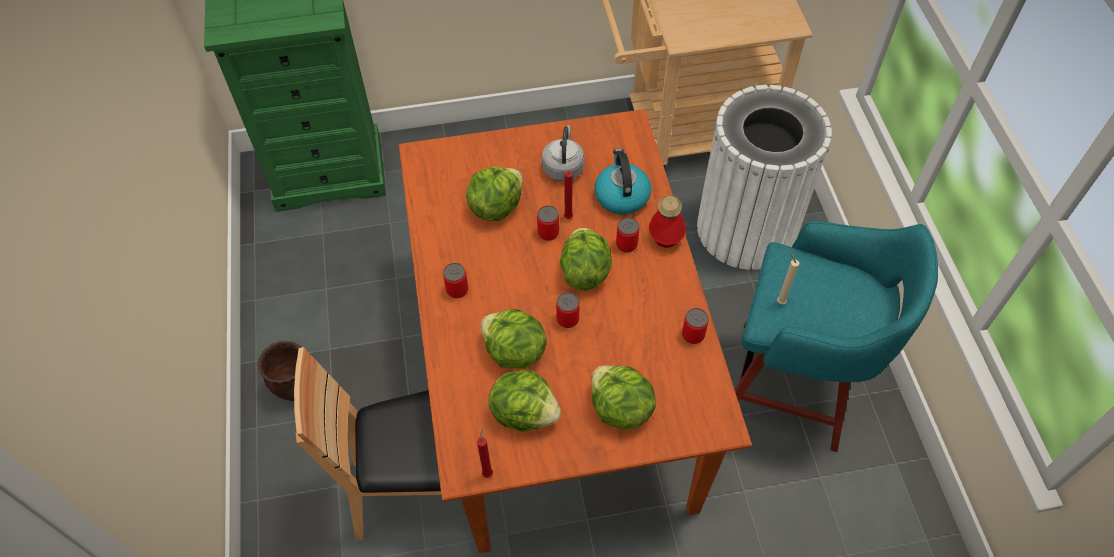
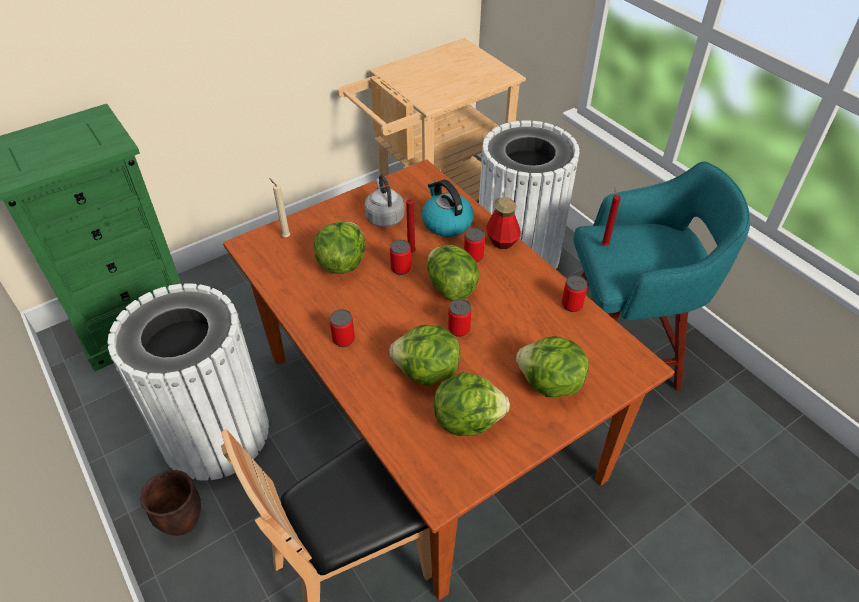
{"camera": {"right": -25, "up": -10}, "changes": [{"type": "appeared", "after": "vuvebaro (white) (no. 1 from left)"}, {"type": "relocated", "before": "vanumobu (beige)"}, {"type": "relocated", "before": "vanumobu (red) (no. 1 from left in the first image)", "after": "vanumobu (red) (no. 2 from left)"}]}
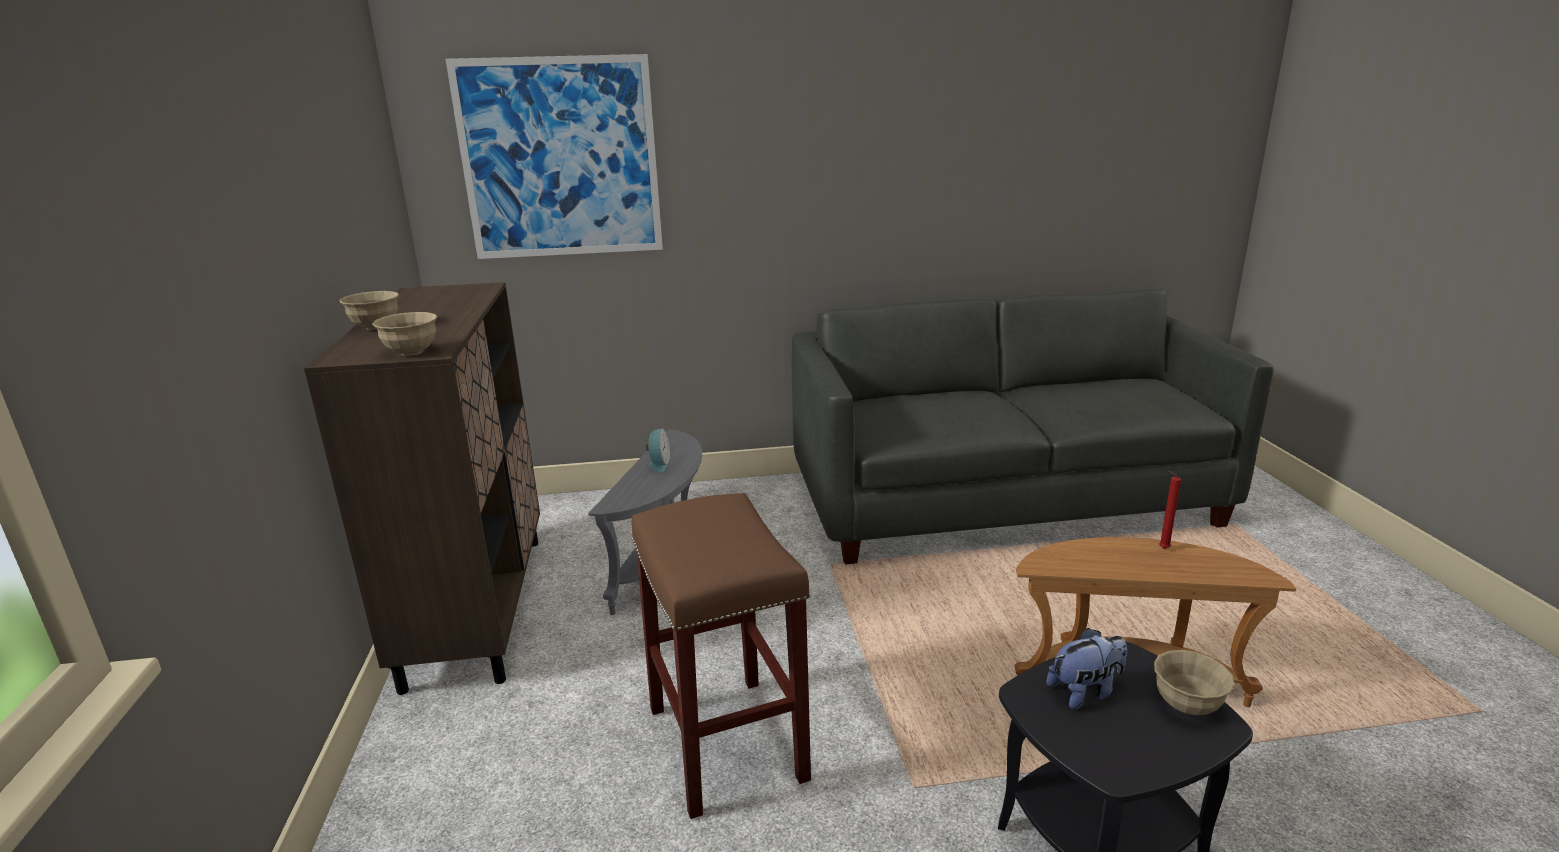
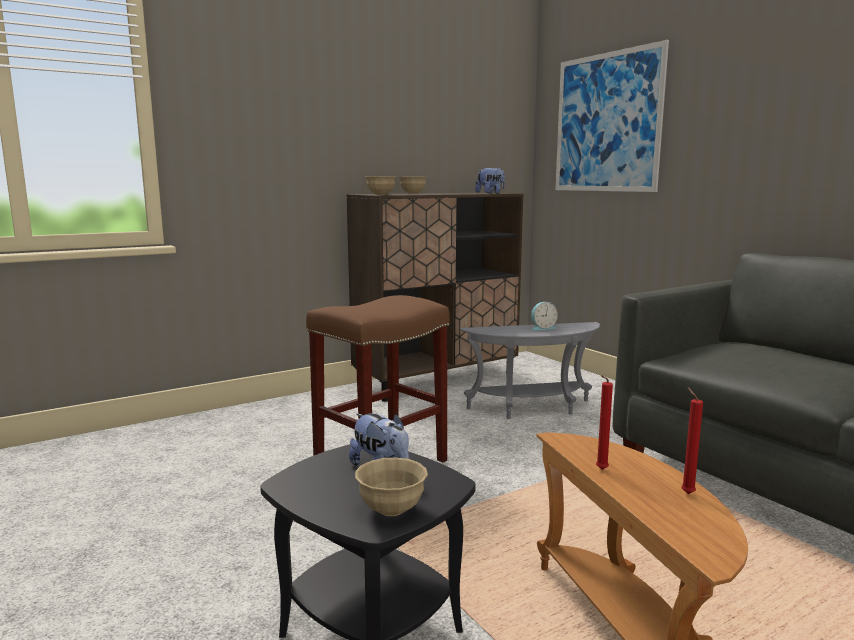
{"camera": {"right": 65, "up": -10}, "changes": [{"type": "appeared", "after": "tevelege (no. 2 from left)"}, {"type": "appeared", "after": "vanumobu (red) (no. 1 from left)"}]}
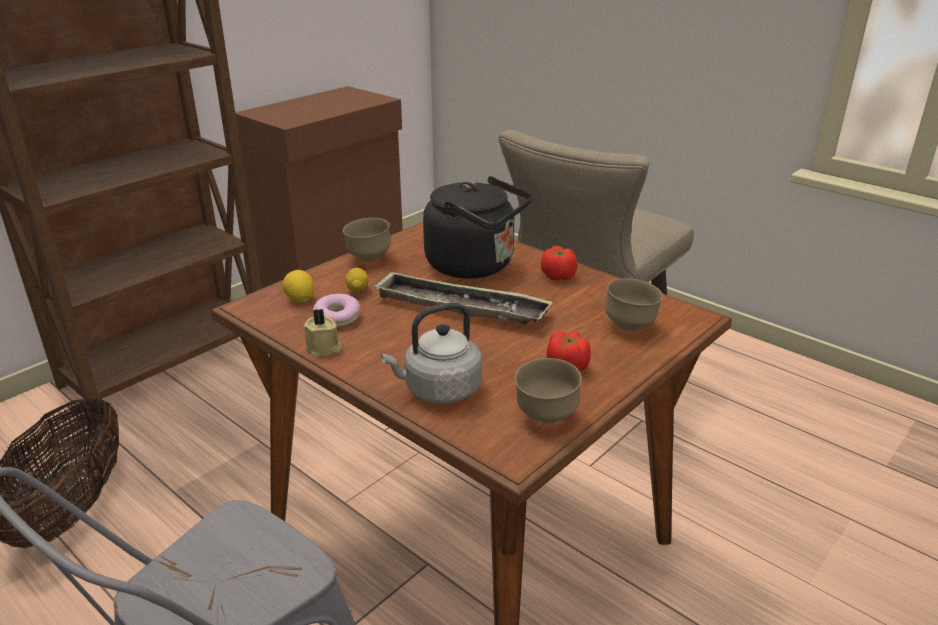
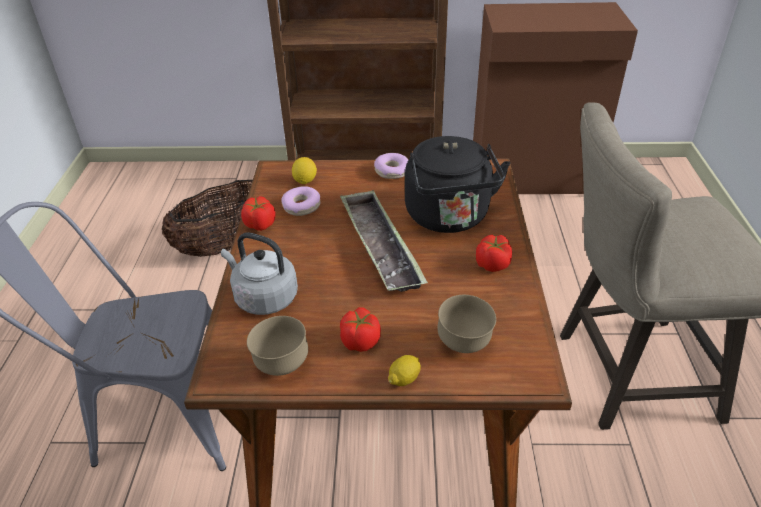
{"camera": {"right": 50, "up": 10}, "changes": [{"type": "exchanged", "before": "vanumobu (beige)", "after": "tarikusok (no. 1 from left)"}, {"type": "exchanged", "before": "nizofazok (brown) (no. 1 from left)", "after": "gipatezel (no. 2 from left)"}, {"type": "relocated", "before": "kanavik (no. 2 from left)"}]}
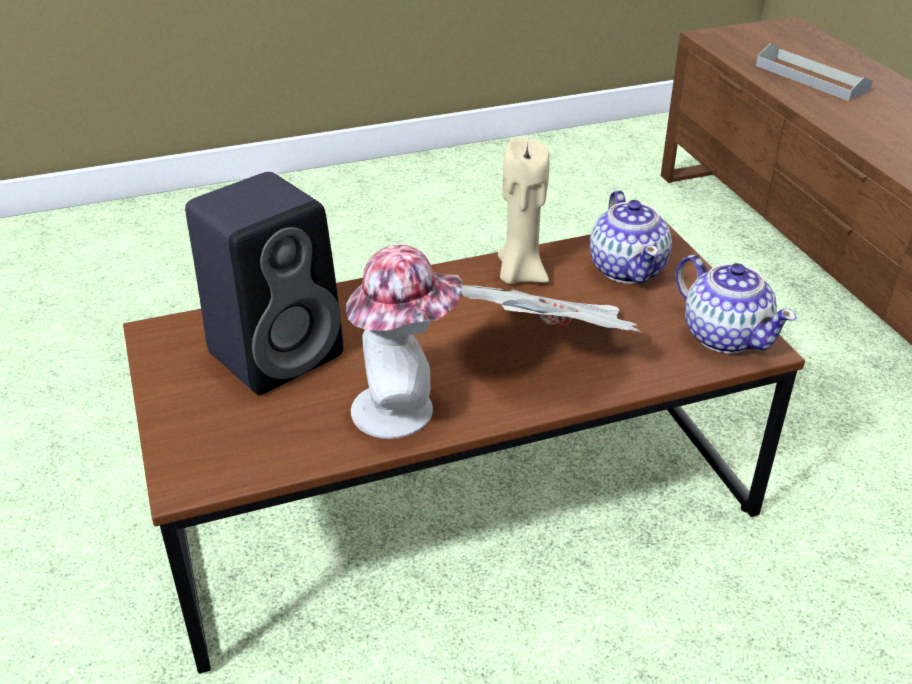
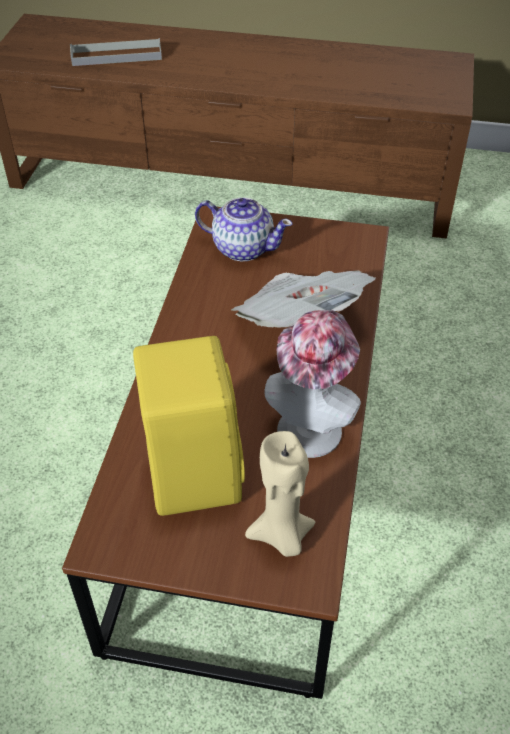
{"camera": {"right": -60, "up": 10}, "changes": [{"type": "colour", "before": "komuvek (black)", "after": "komuvek (yellow)"}, {"type": "relocated", "before": "vanumobu (beige)"}, {"type": "missing", "before": "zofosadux (no. 2 from left)"}]}
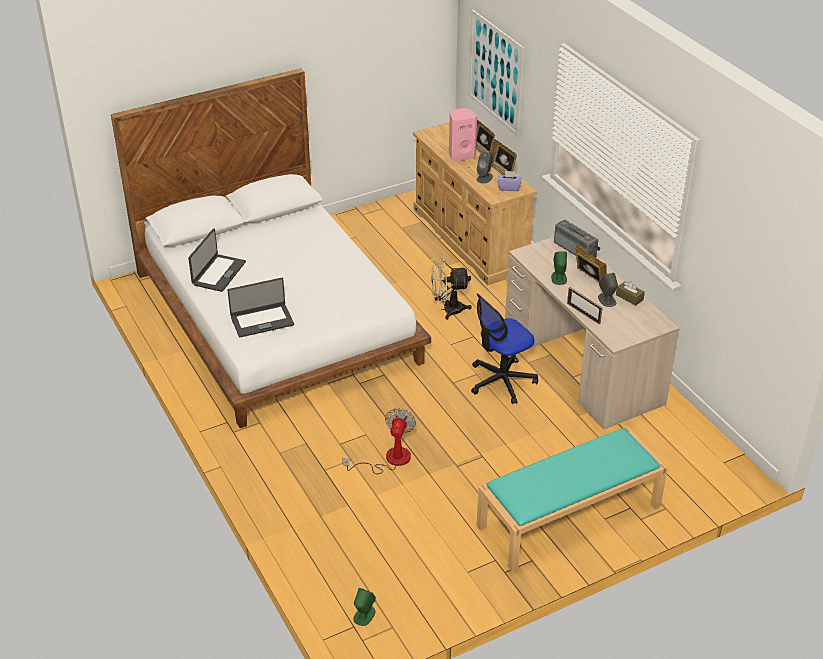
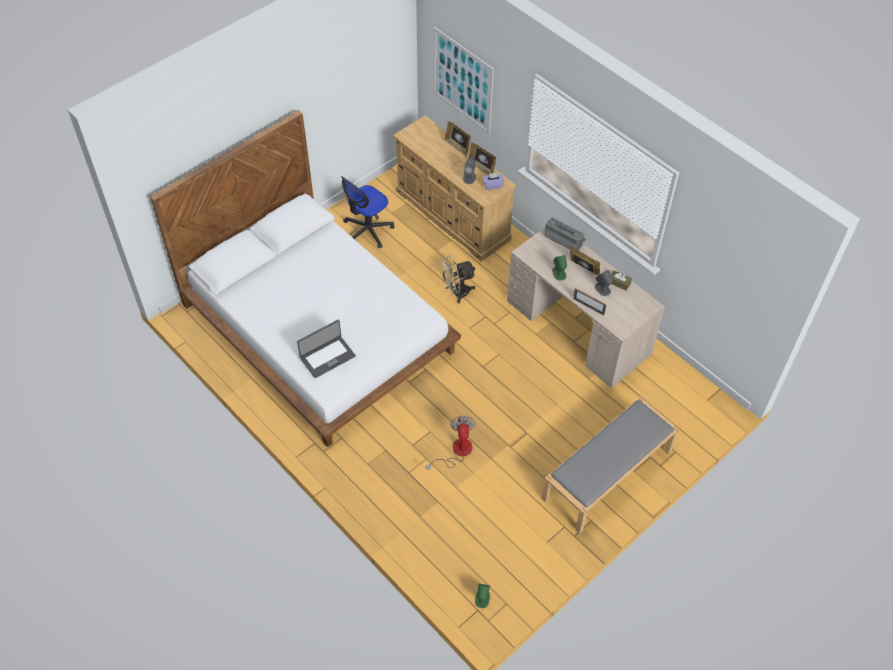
{"camera": {"right": -15, "up": 15}, "changes": [{"type": "relocated", "before": "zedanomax"}, {"type": "colour", "before": "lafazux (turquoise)", "after": "lafazux (grey)"}, {"type": "missing", "before": "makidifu (no. 1 from left)"}, {"type": "missing", "before": "komuvek (pink)"}]}
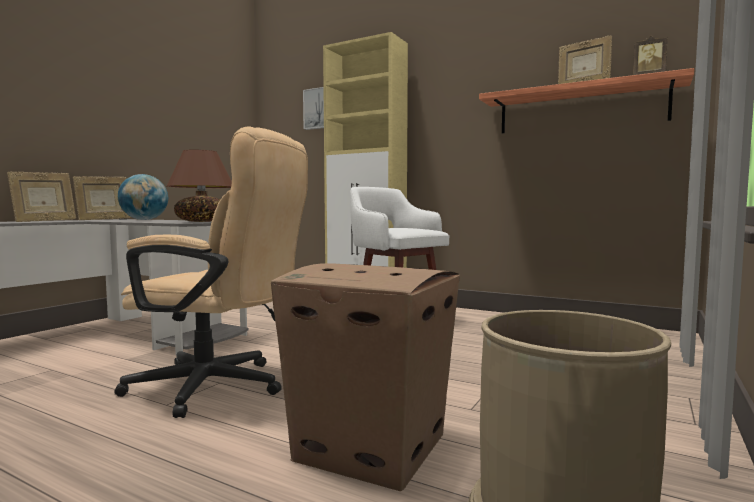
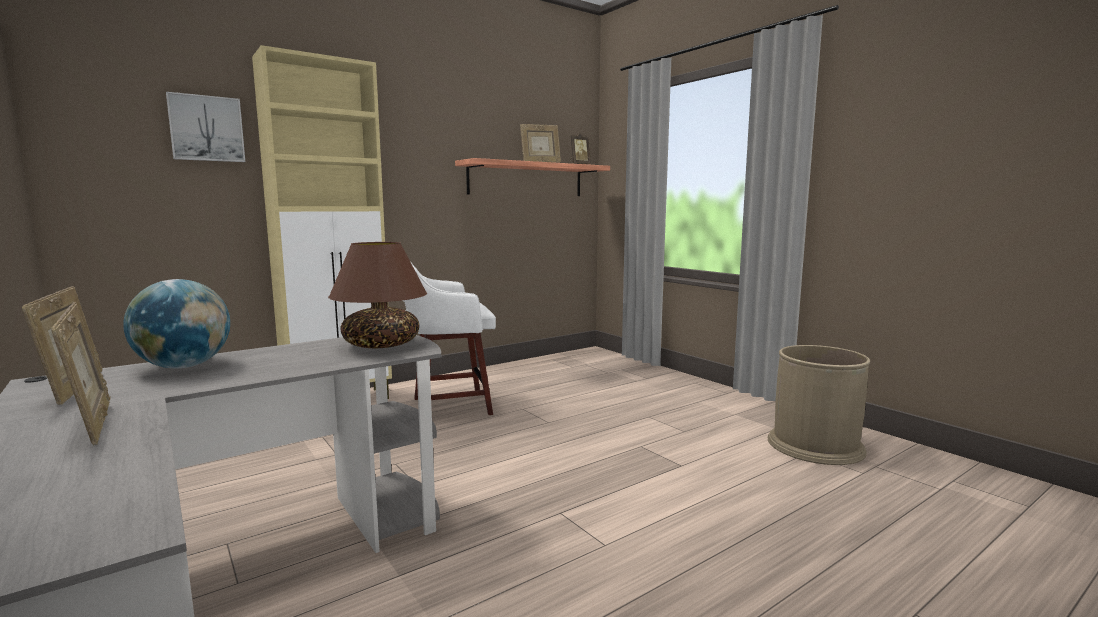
{"camera": {"right": -65, "up": 5}, "changes": [{"type": "missing", "before": "zedanomax (beige)"}, {"type": "missing", "before": "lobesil"}]}
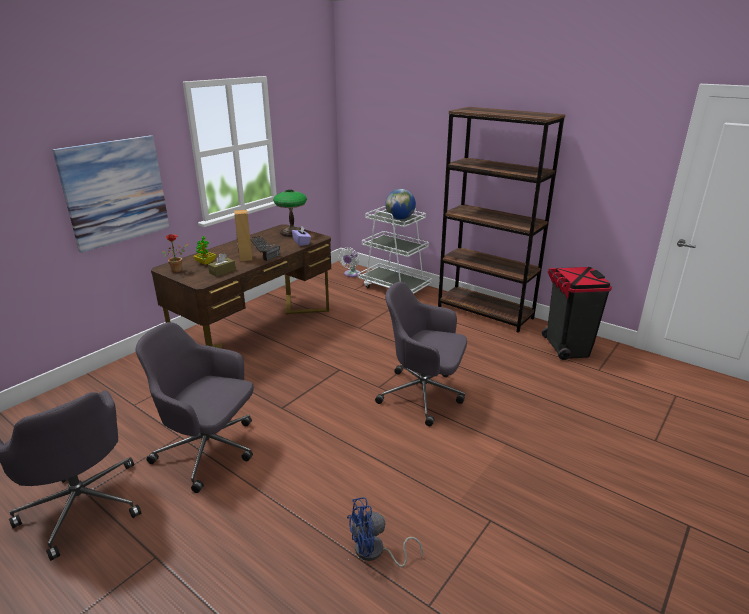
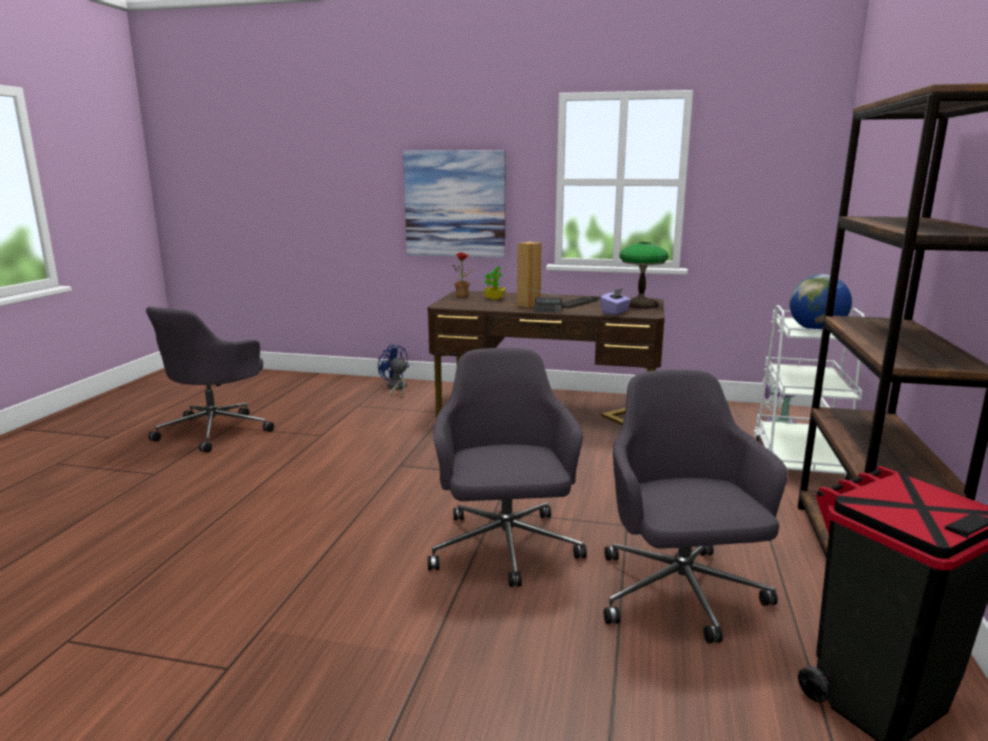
{"camera": {"right": 65, "up": -10}, "changes": [{"type": "relocated", "before": "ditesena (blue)"}, {"type": "relocated", "before": "zedanomax (grey) (no. 2 from left in the first image)", "after": "zedanomax (grey) (no. 3 from left)"}, {"type": "missing", "before": "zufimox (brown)"}]}
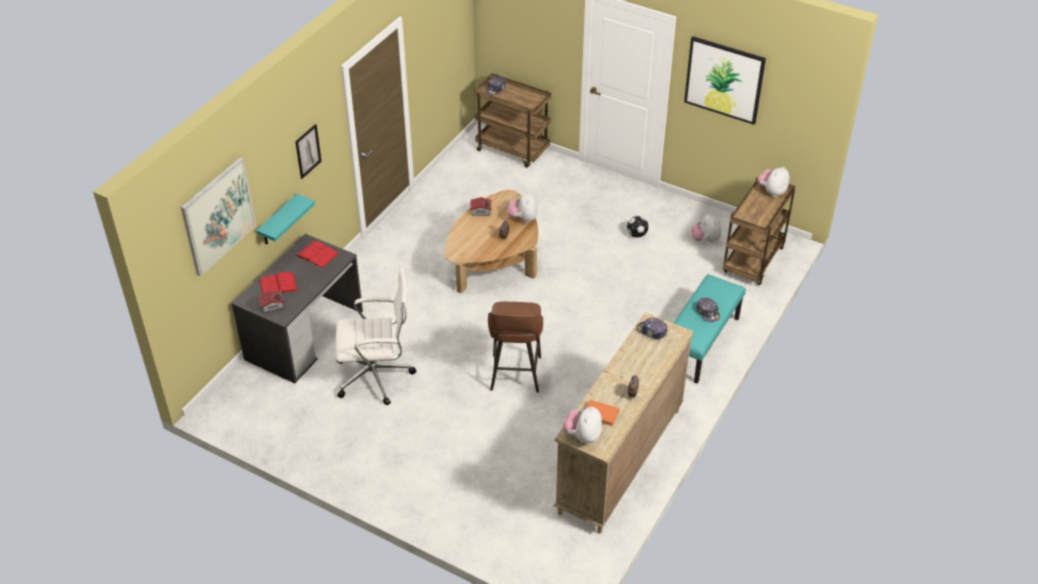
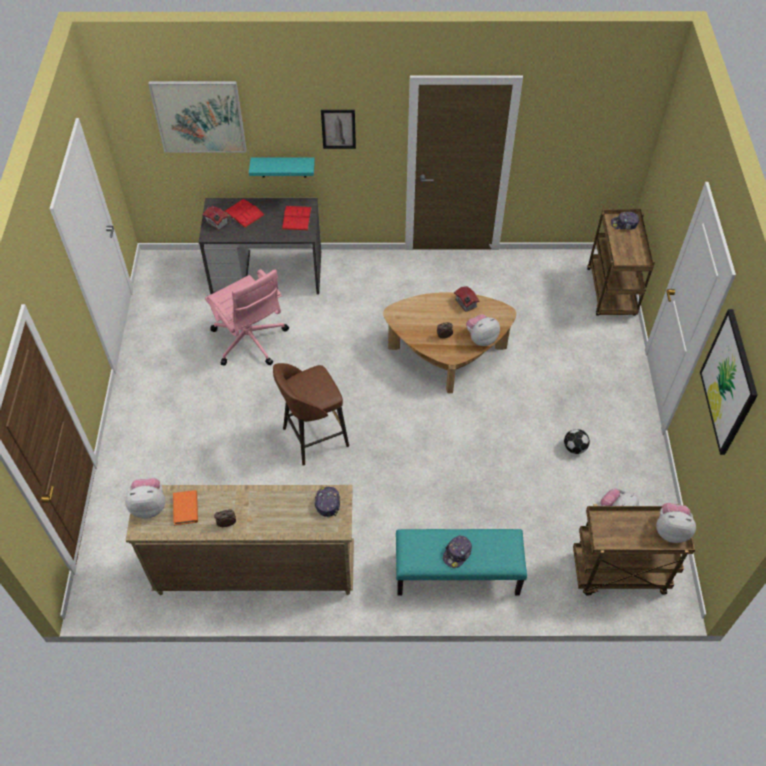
{"camera": {"right": 60, "up": 10}, "changes": [{"type": "colour", "before": "zedanomax (white)", "after": "zedanomax (pink)"}]}
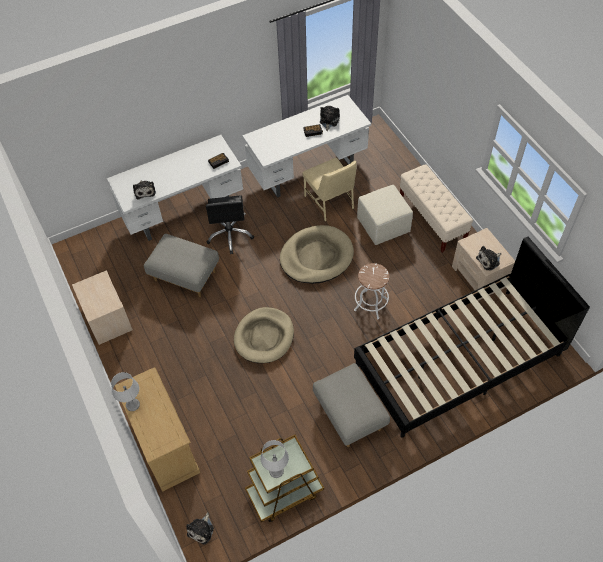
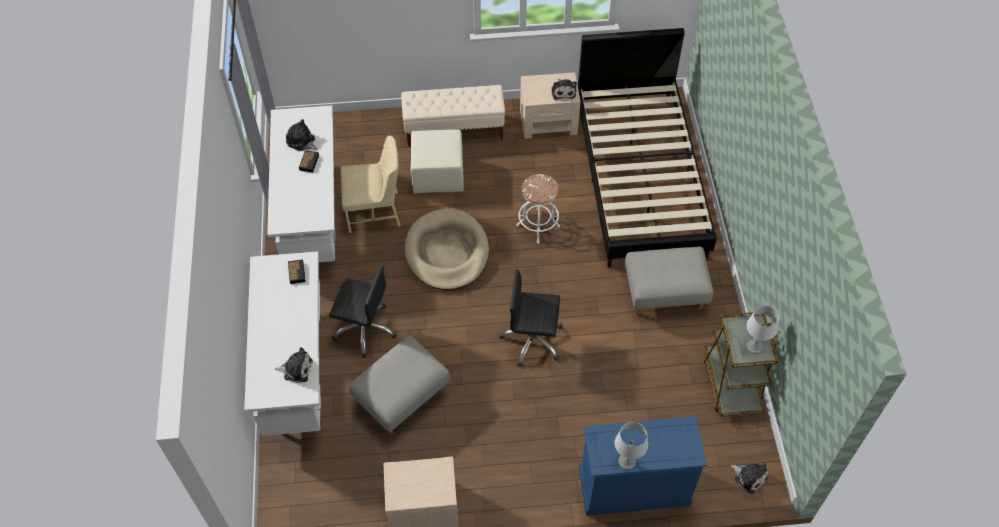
{"camera": {"right": -70, "up": 0}, "changes": [{"type": "exchanged", "before": "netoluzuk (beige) (no. 1 from left)", "after": "zedanomax (black) (no. 2 from left)"}, {"type": "colour", "before": "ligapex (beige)", "after": "ligapex (blue)"}]}
